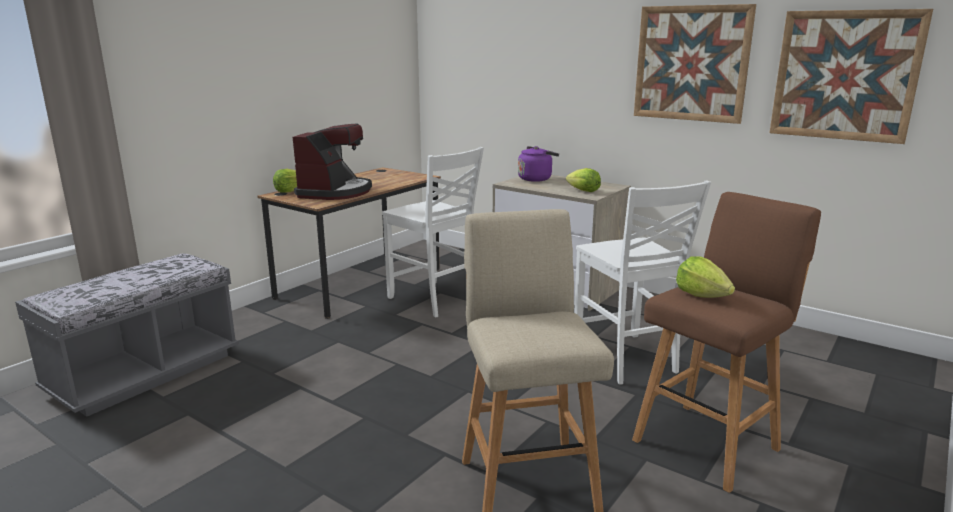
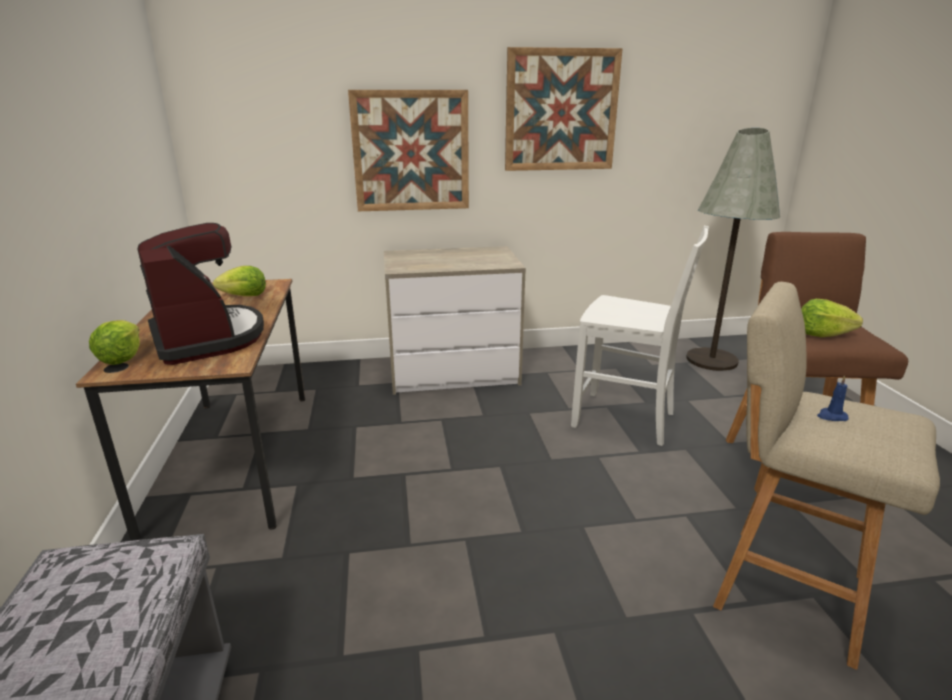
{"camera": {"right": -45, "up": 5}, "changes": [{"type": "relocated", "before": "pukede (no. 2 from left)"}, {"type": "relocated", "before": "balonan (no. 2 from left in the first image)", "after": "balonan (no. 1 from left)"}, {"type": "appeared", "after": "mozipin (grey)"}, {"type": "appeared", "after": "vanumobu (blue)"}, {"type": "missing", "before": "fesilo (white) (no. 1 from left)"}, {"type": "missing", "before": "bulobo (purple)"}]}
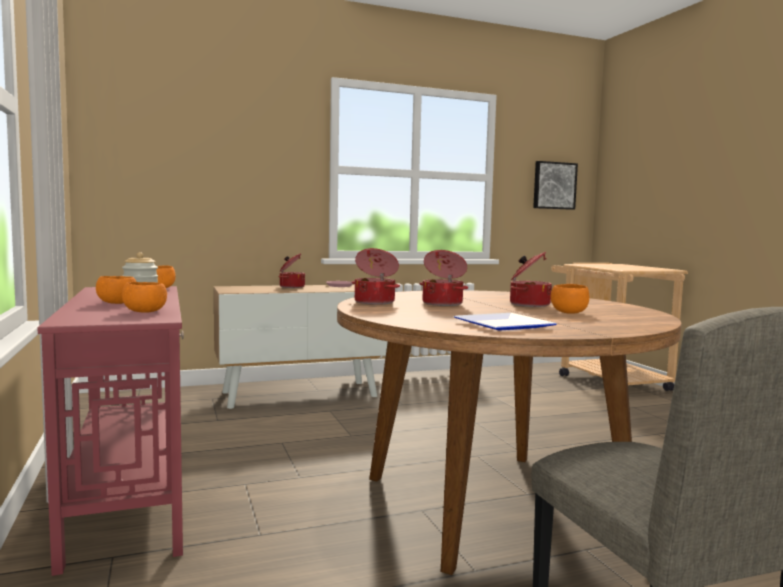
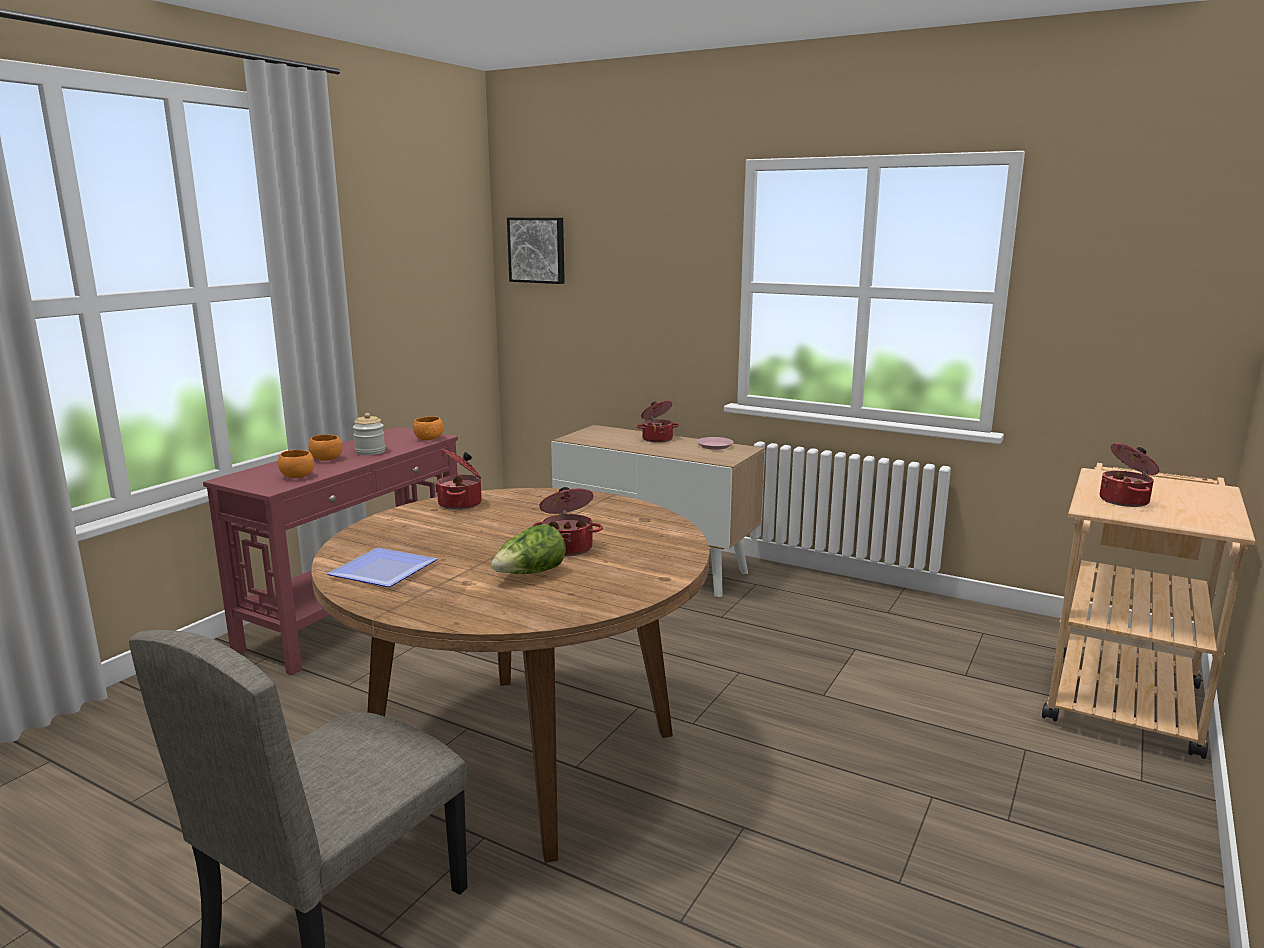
{"camera": {"right": 50, "up": 10}, "changes": [{"type": "exchanged", "before": "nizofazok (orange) (no. 4 from left)", "after": "pukede"}, {"type": "relocated", "before": "balonan"}, {"type": "relocated", "before": "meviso (no. 3 from left in the first image)", "after": "meviso (no. 4 from left)"}]}
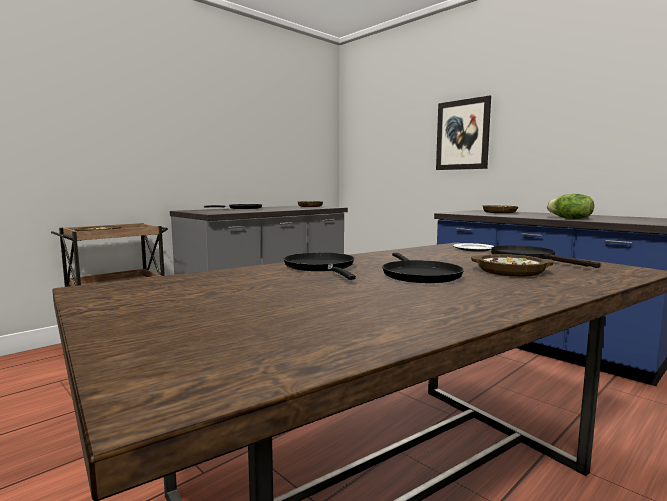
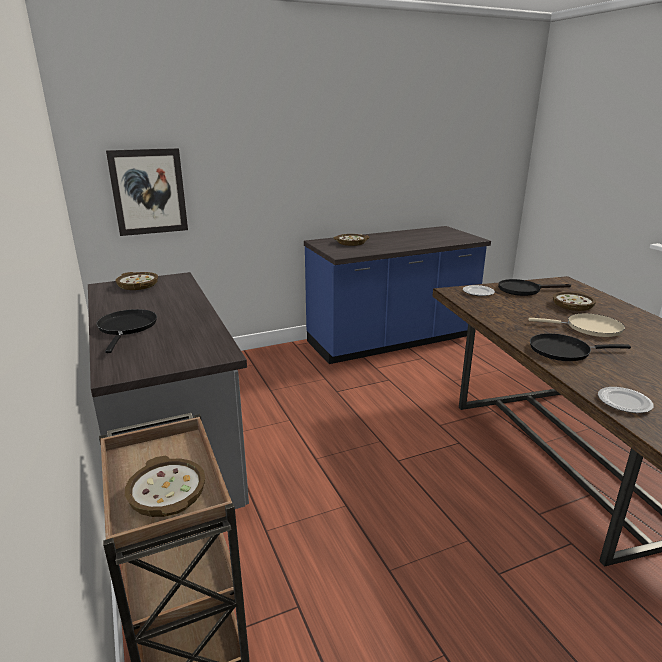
{"camera": {"right": -70, "up": 15}, "changes": [{"type": "relocated", "before": "balonan"}, {"type": "colour", "before": "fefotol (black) (no. 3 from left)", "after": "fefotol (beige)"}, {"type": "appeared", "after": "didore (no. 2 from left)"}, {"type": "missing", "before": "pukede"}]}
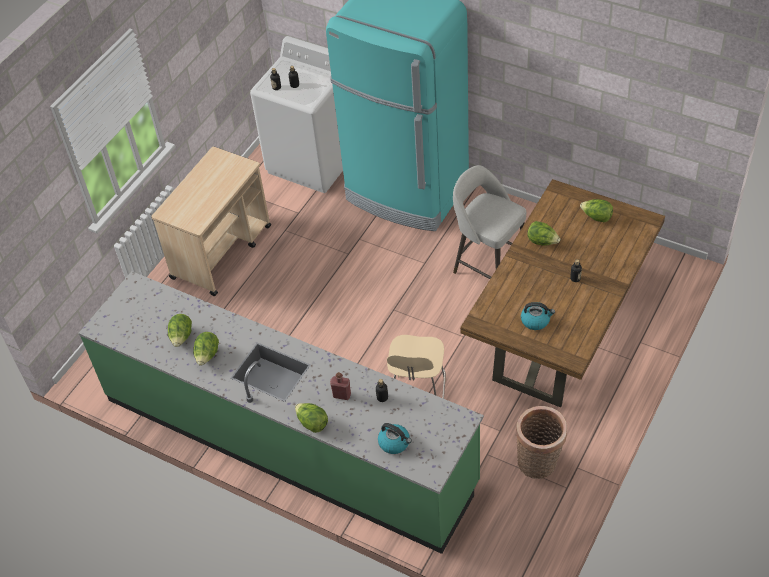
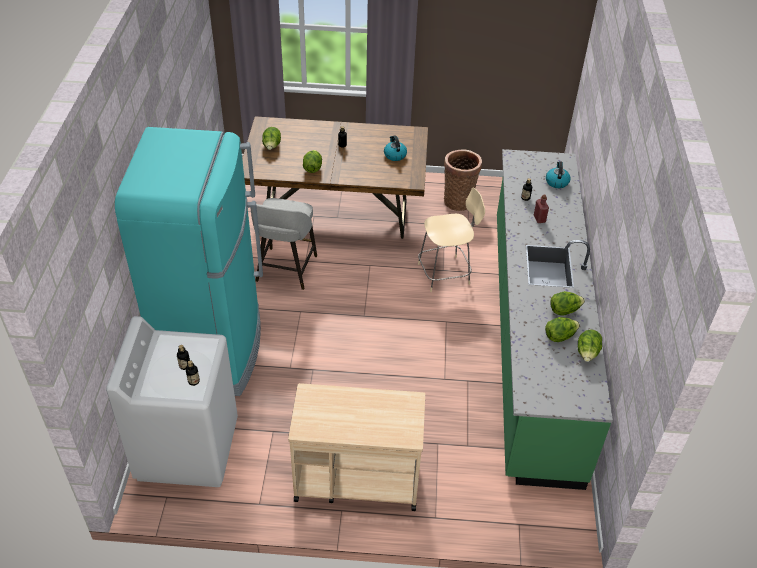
{"camera": {"right": -120, "up": -5}, "changes": [{"type": "relocated", "before": "pukede (no. 3 from left in the first image)", "after": "pukede (no. 5 from left)"}]}
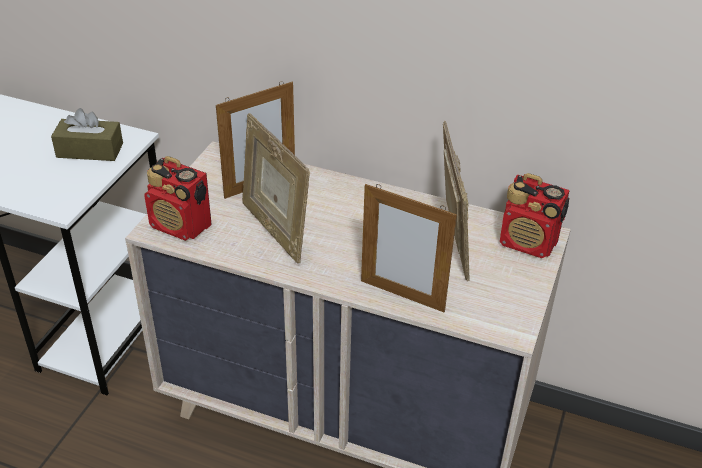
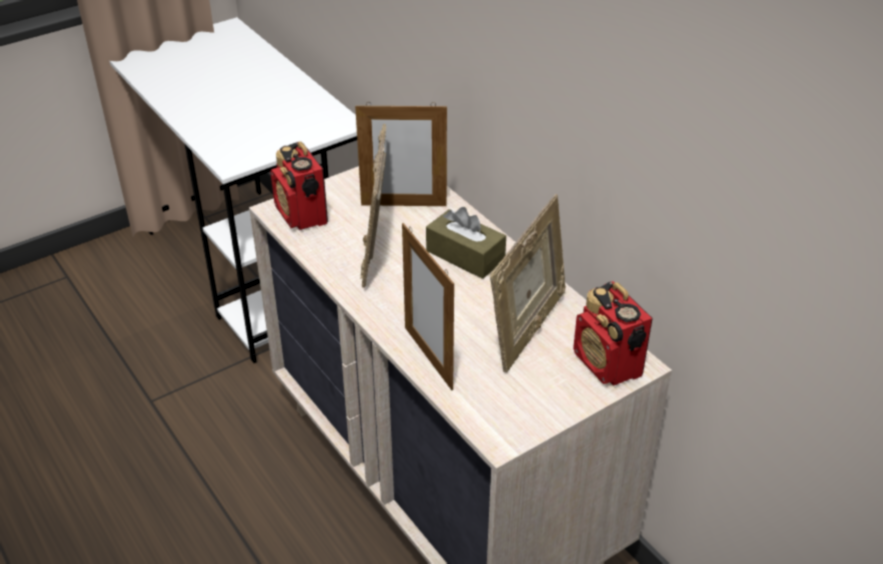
{"camera": {"right": 35, "up": 0}, "changes": [{"type": "relocated", "before": "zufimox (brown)"}]}
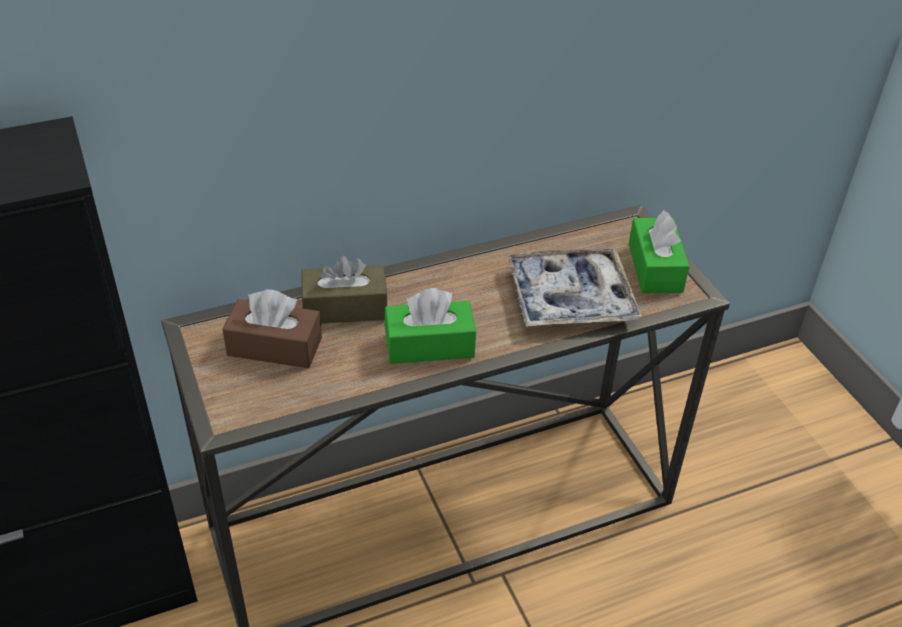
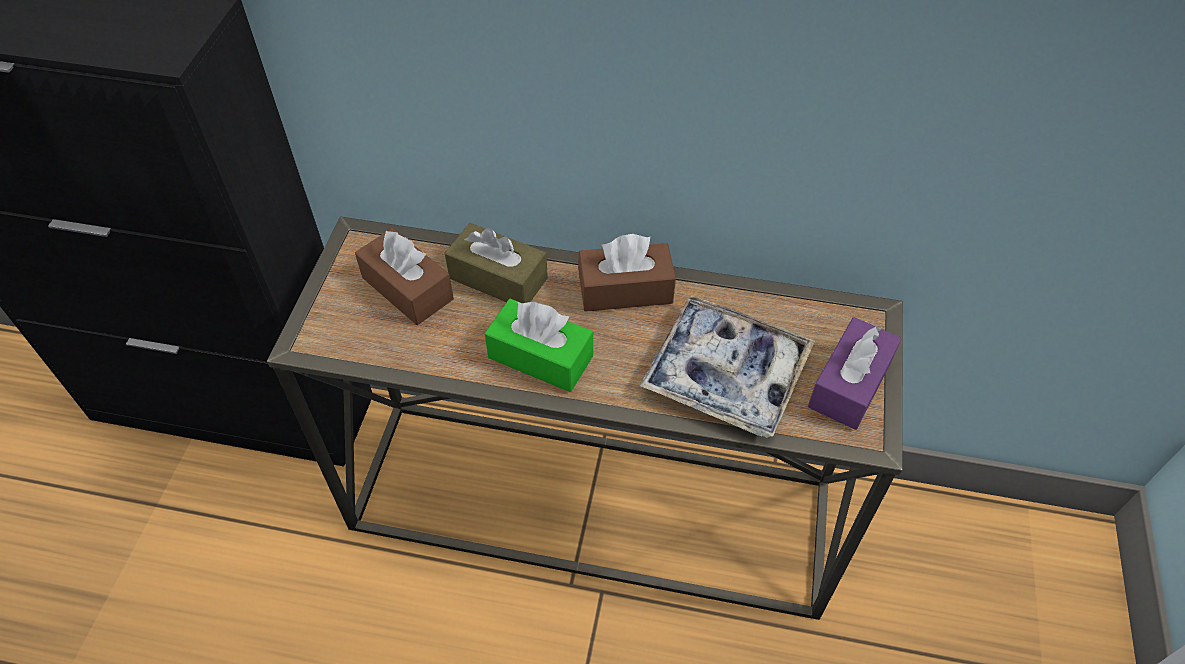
{"camera": {"right": 35, "up": 10}, "changes": [{"type": "appeared", "after": "zufimox (brown) (no. 3 from left)"}, {"type": "colour", "before": "zufimox (green) (no. 2 from left)", "after": "zufimox (purple)"}]}
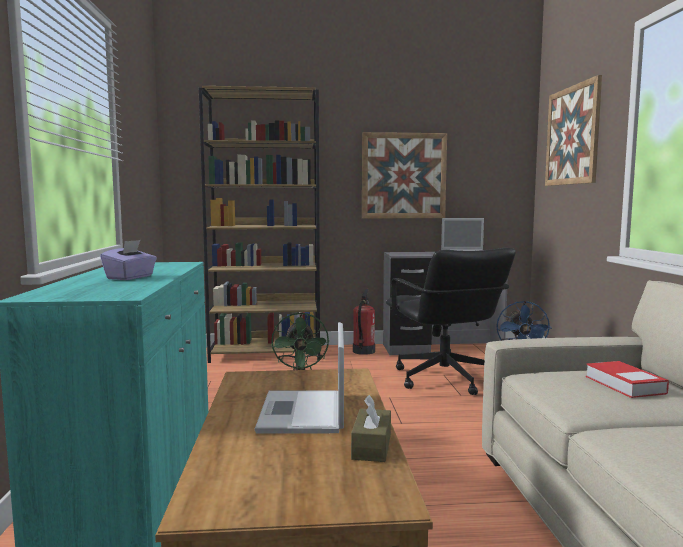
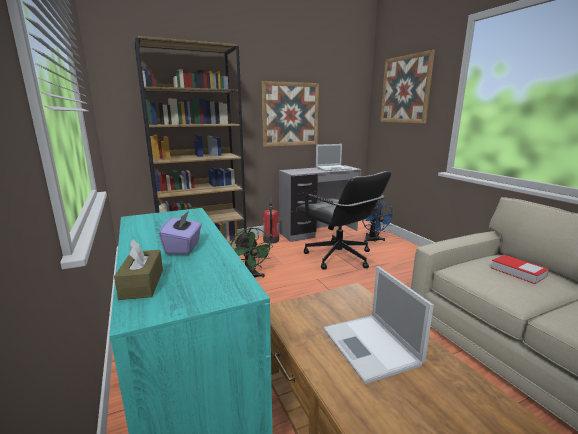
{"camera": {"right": -20, "up": 10}, "changes": [{"type": "relocated", "before": "zufimox (brown)"}]}
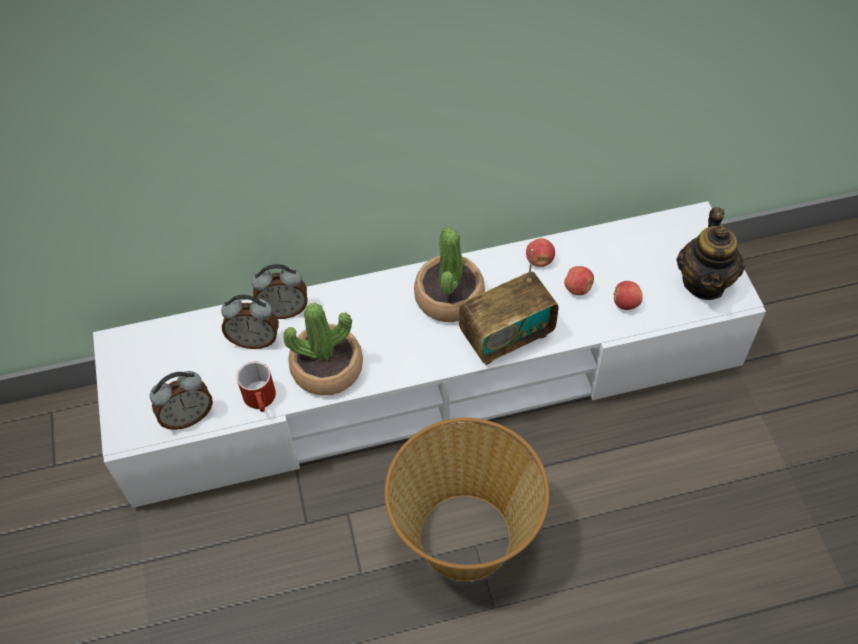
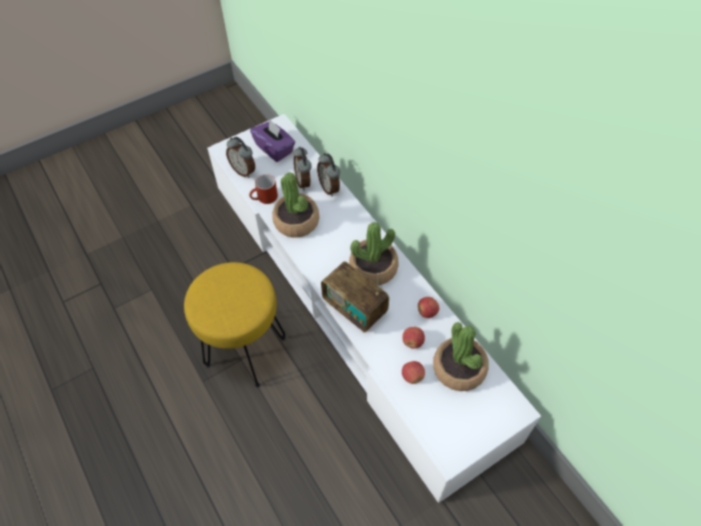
{"camera": {"right": 70, "up": 0}, "changes": [{"type": "exchanged", "before": "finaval", "after": "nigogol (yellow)"}, {"type": "appeared", "after": "zufimox (purple)"}, {"type": "appeared", "after": "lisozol (no. 3 from left)"}, {"type": "missing", "before": "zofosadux"}]}
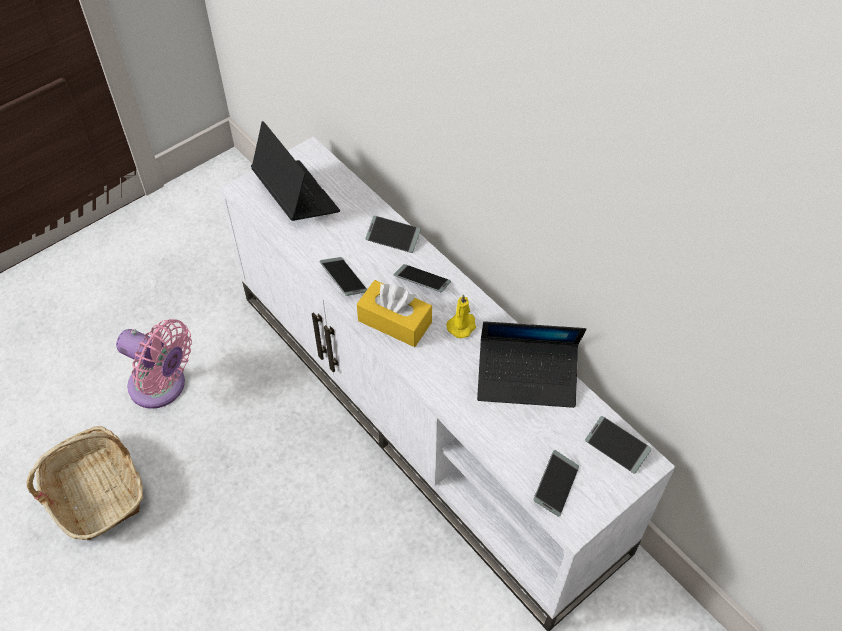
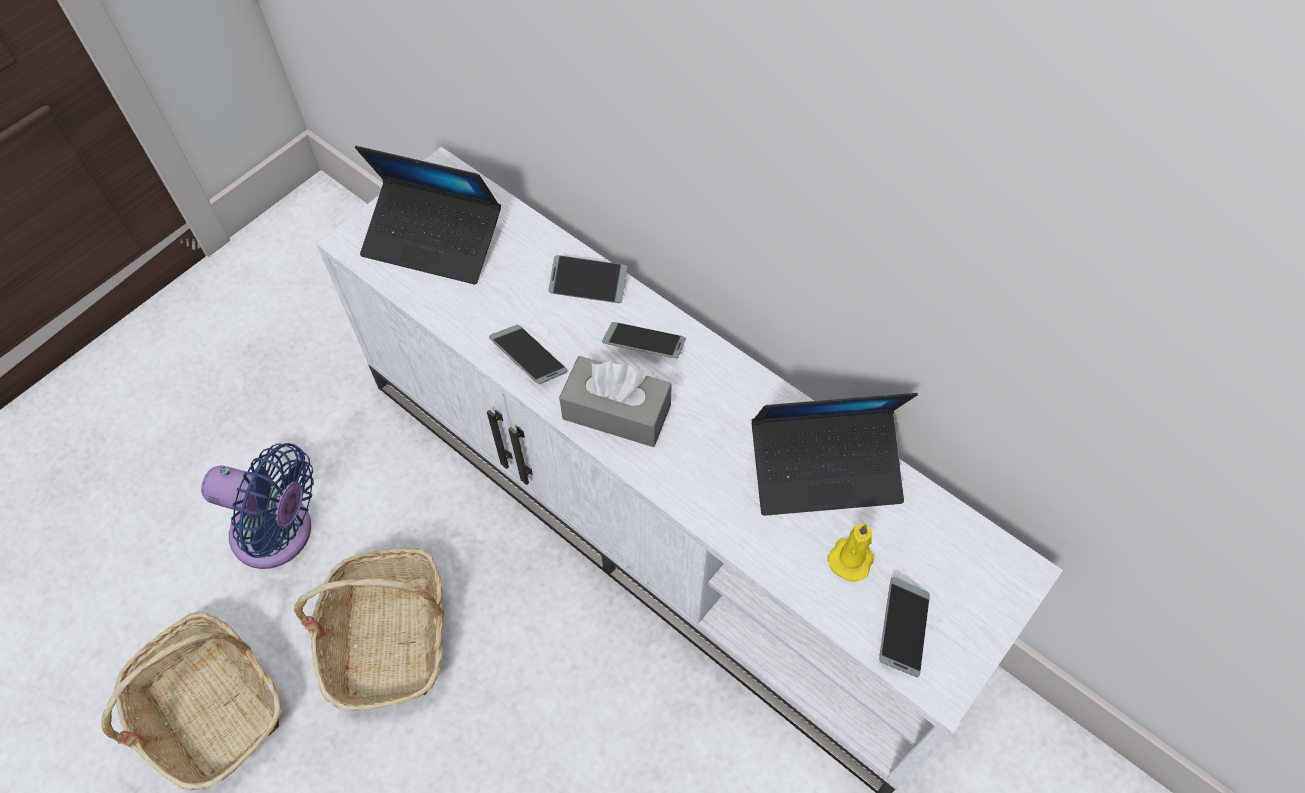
{"camera": {"right": -10, "up": 5}, "changes": [{"type": "colour", "before": "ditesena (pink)", "after": "ditesena (blue)"}, {"type": "appeared", "after": "finaval (no. 2 from left)"}, {"type": "spun", "before": "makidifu (no. 1 from left)", "turn": 150}, {"type": "colour", "before": "zufimox (yellow)", "after": "zufimox (grey)"}, {"type": "relocated", "before": "vanumobu (yellow)"}, {"type": "missing", "before": "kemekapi (no. 5 from left)"}]}
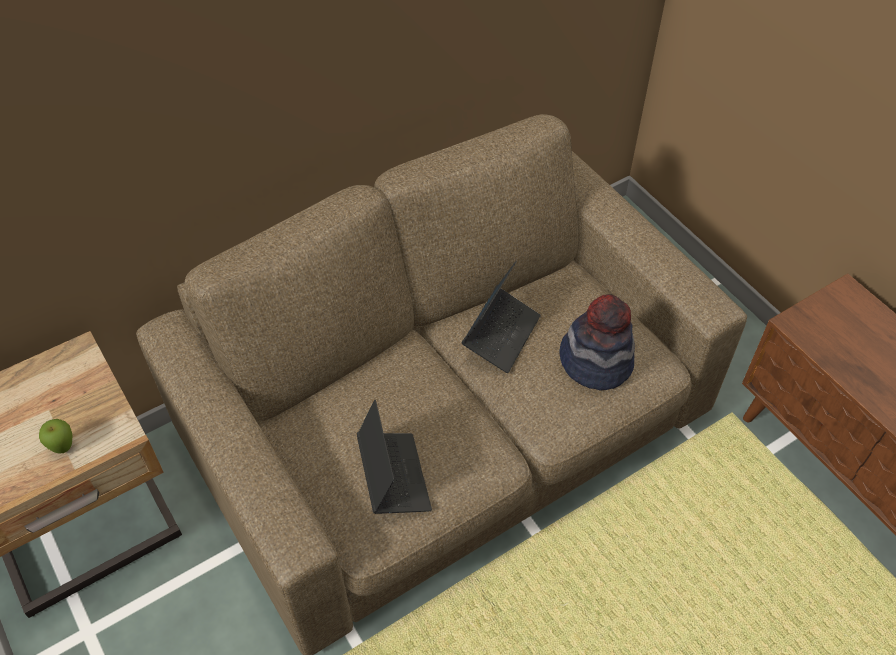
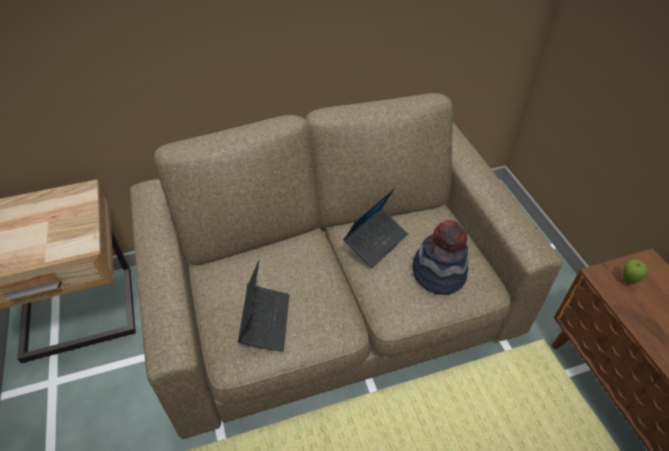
{"camera": {"right": 15, "up": -5}, "changes": [{"type": "relocated", "before": "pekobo"}]}
